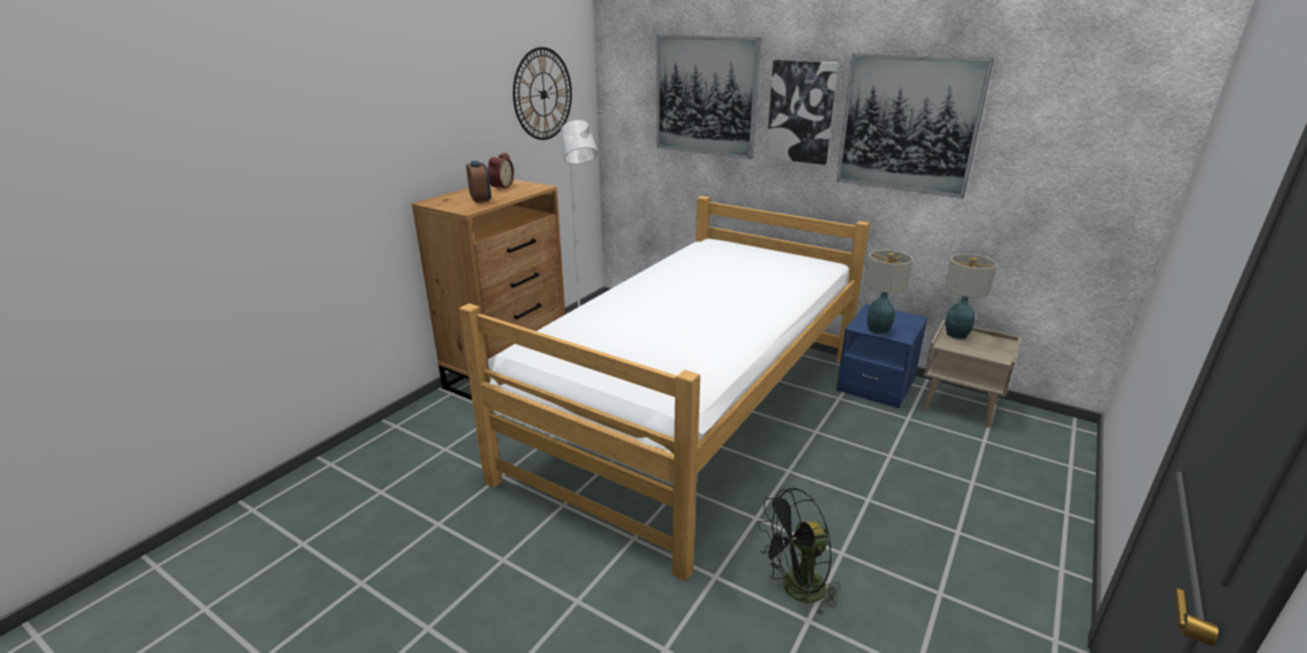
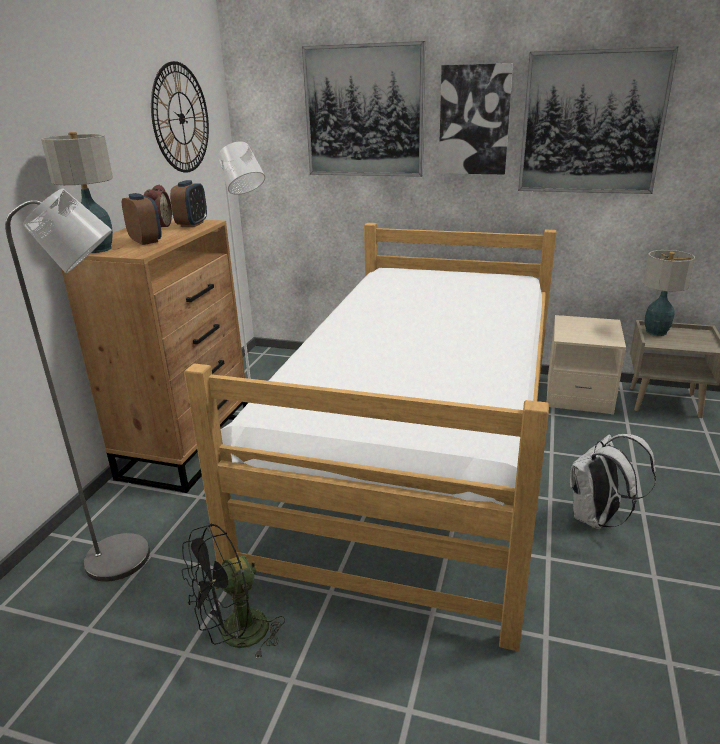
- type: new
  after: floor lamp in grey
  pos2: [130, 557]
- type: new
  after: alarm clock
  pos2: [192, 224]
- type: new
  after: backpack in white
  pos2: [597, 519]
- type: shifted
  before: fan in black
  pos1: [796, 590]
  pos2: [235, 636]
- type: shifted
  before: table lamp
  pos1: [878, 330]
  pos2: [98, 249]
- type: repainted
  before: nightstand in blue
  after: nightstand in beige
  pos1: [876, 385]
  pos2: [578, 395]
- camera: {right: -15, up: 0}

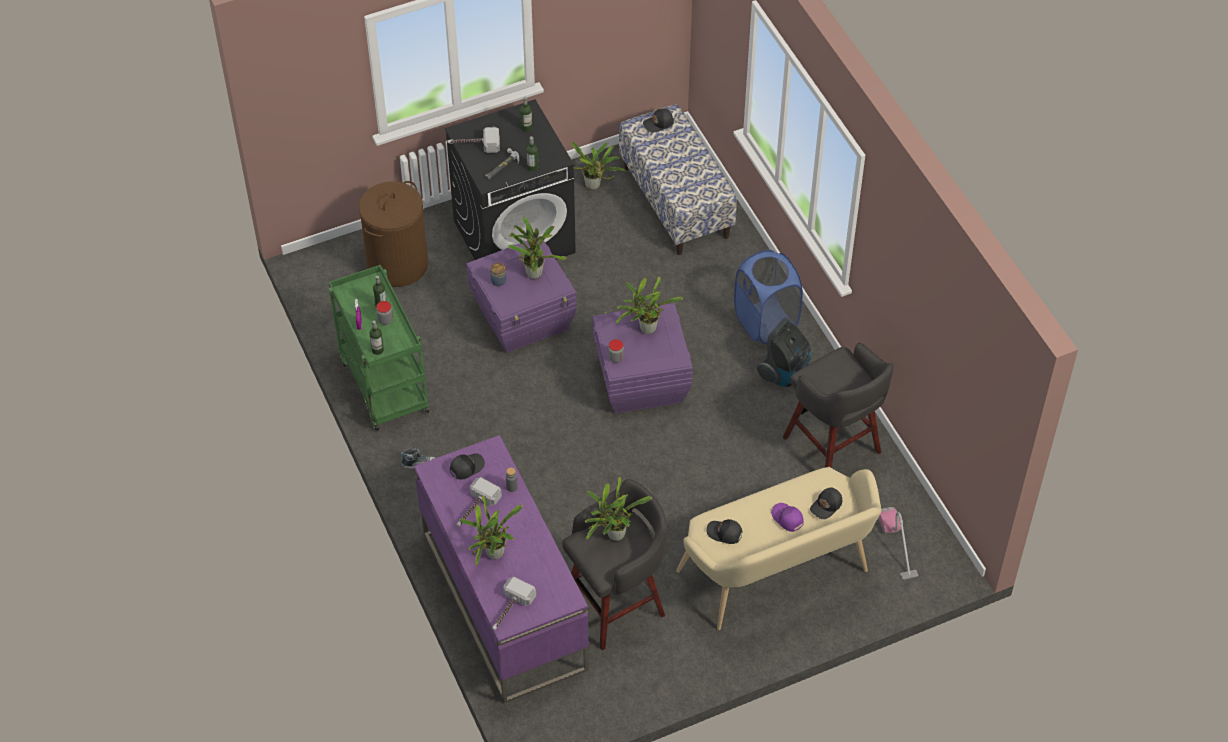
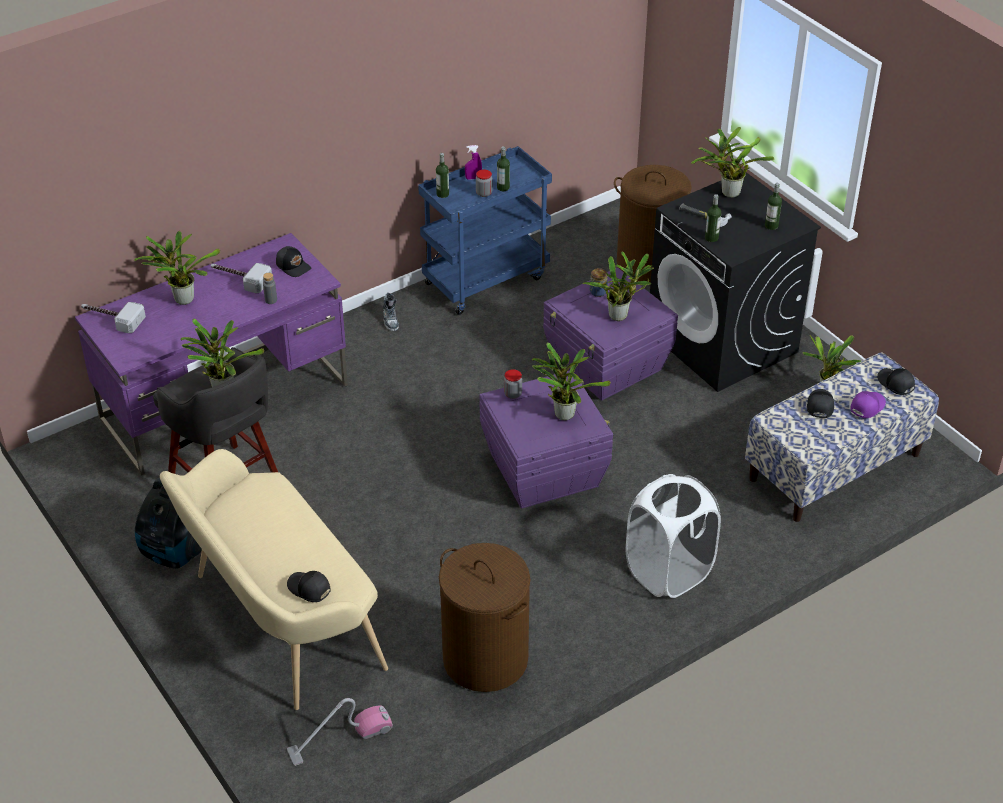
- type: shifted
  before: cap in black
  pos1: [724, 533]
  pos2: [819, 406]
- type: shifted
  before: vacuum cleaner
  pos1: [785, 372]
  pos2: [172, 553]
- type: shifted
  before: cap in purple
  pos1: [787, 519]
  pos2: [866, 406]
- type: swapped
  before: hammer
  after: potted plant
  pos1: [474, 145]
  pos2: [727, 193]
- type: swapped
  before: stool in grey
  after: laundry basket in brown
  pos1: [833, 447]
  pos2: [485, 659]
- type: repainted
  before: cart in green
  after: cart in blue
  pos1: [382, 385]
  pos2: [486, 279]
- type: repainted
  before: laundry basket in blue
  after: laundry basket in white
  pos1: [766, 322]
  pos2: [668, 572]
- camera: {right: 80, up: -10}

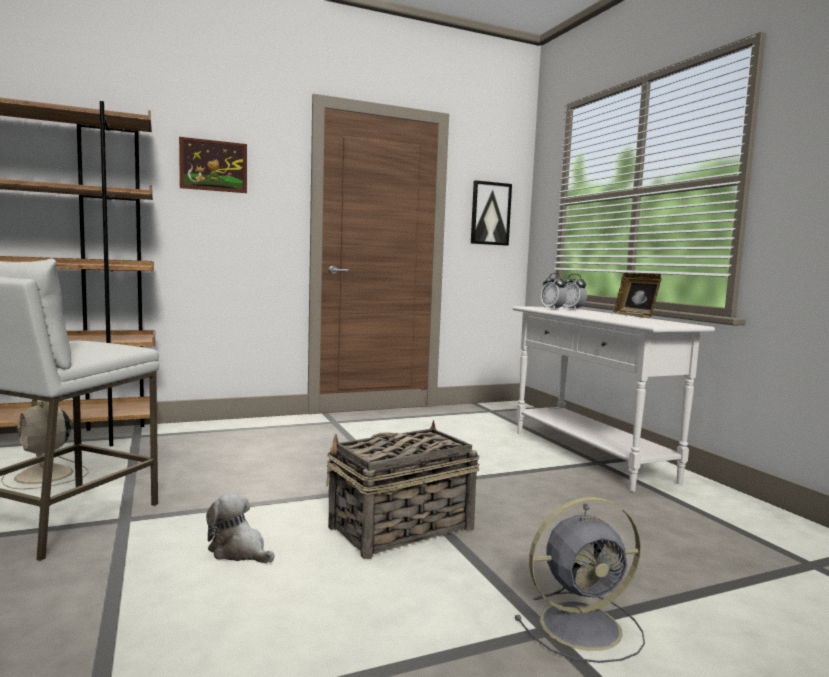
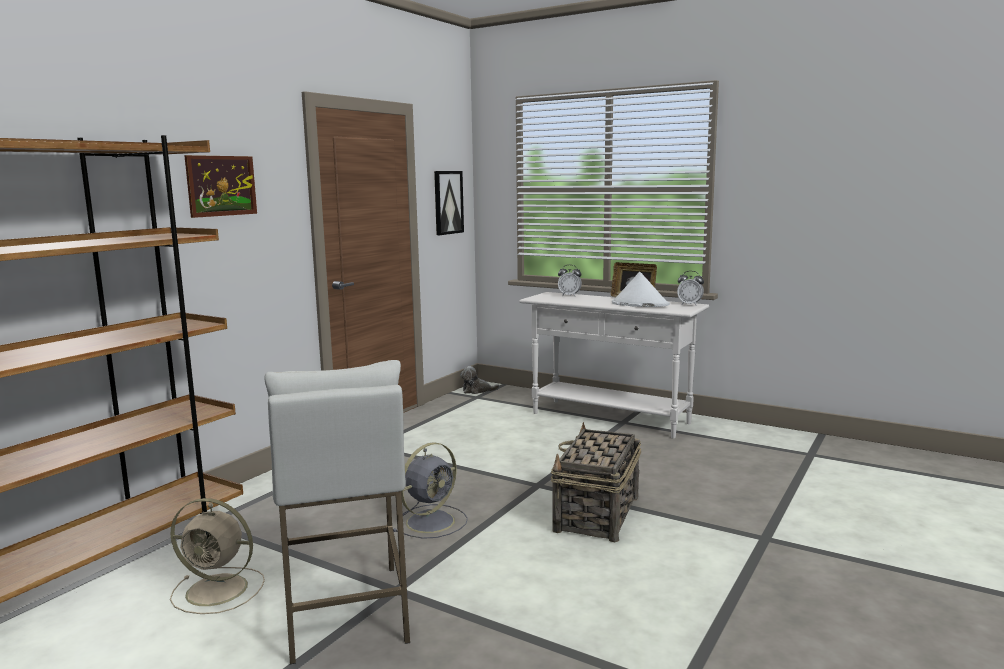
- type: new
  after: hat in white
  pos2: [639, 304]
- type: shifted
  before: plush toy
  pos1: [239, 551]
  pos2: [477, 391]
- type: shifted
  before: fan in grey
  pos1: [583, 625]
  pos2: [432, 521]
- type: shifted
  before: alarm clock
  pos1: [552, 309]
  pos2: [689, 304]
- camera: {right: -35, up: 5}

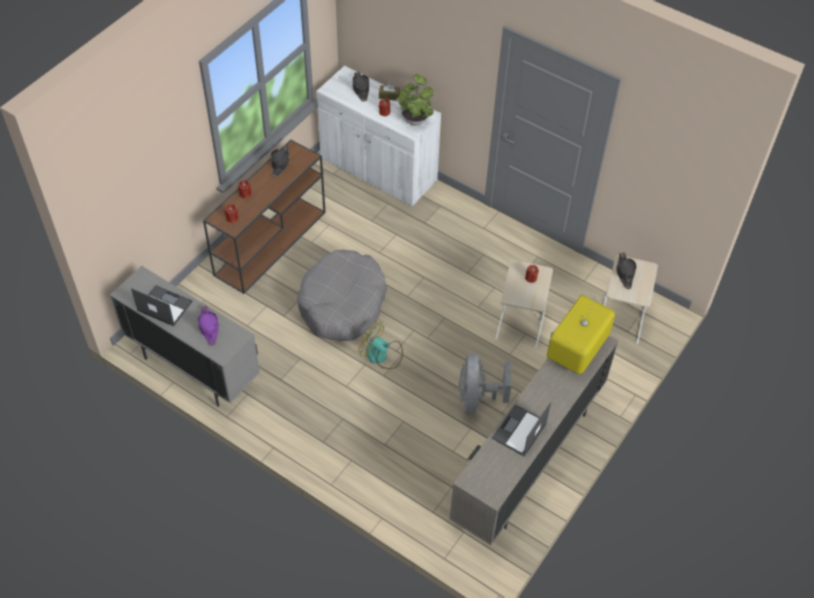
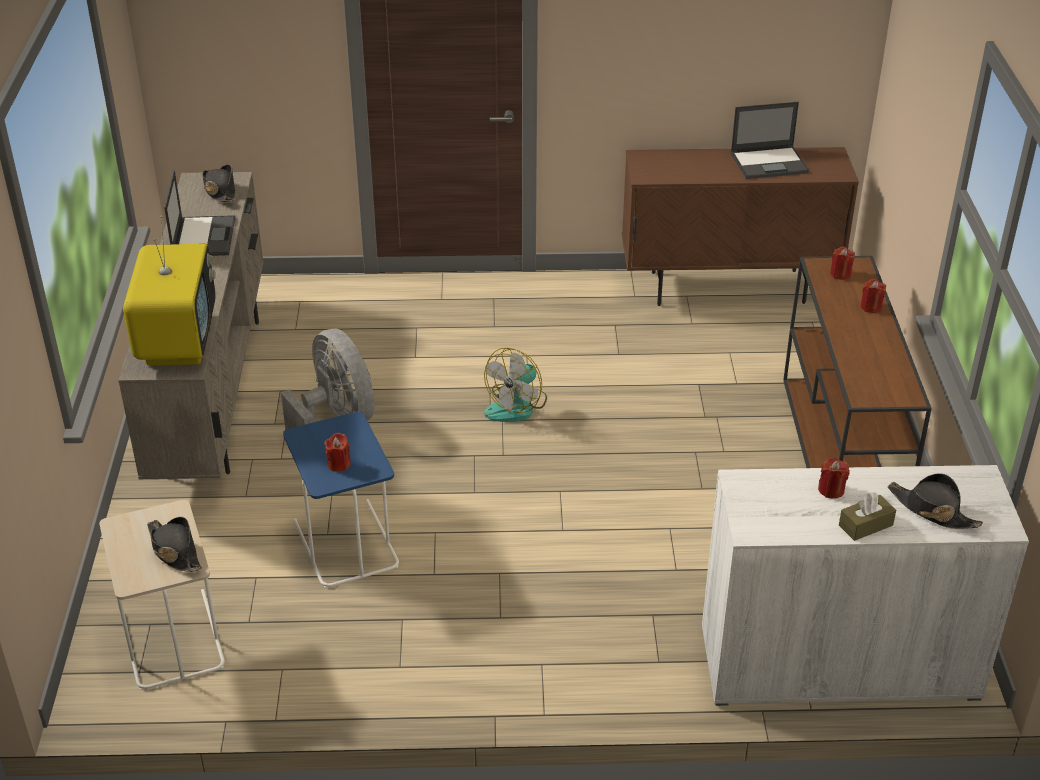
- type: gone
  before: hat in purple
  pos1: [209, 327]
- type: gone
  before: dog bed in grey
  pos1: [342, 304]
- type: gone
  before: potted plant
  pos1: [415, 119]
- type: shifted
  before: hat in black
  pos1: [280, 163]
  pos2: [220, 190]
- type: repainted
  before: cabinet in grey
  after: cabinet in brown
  pos1: [194, 369]
  pos2: [728, 288]
- type: repainted
  before: side table in beige
  after: side table in blue
  pos1: [521, 324]
  pos2: [344, 543]
- type: rotated
  before: fan
  pos1: [381, 355]
  pos2: [517, 406]
  turn: 135
- camera: {right: 145, up: -15}

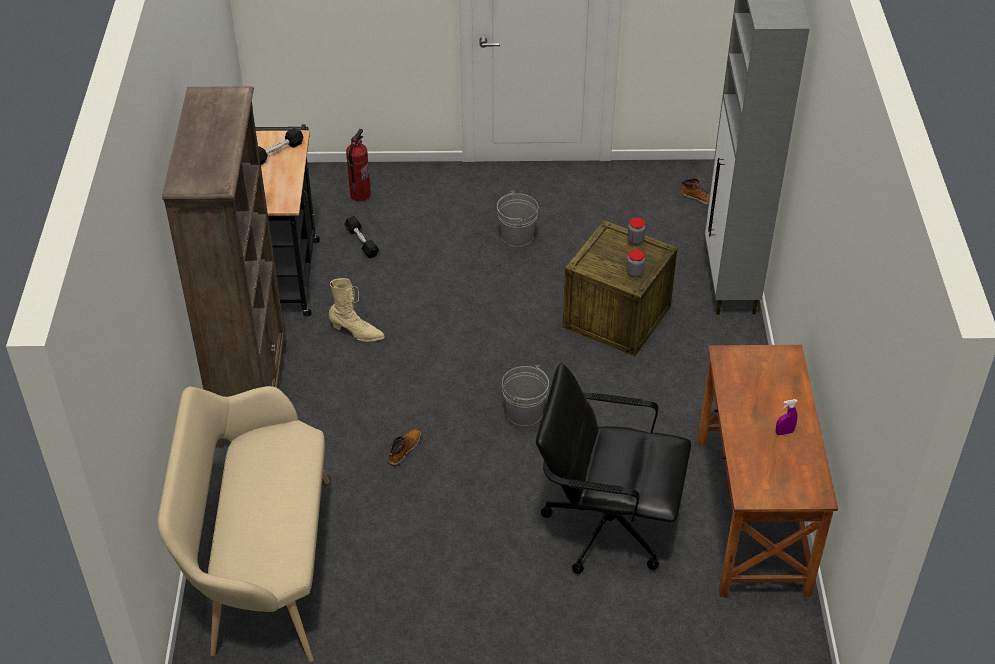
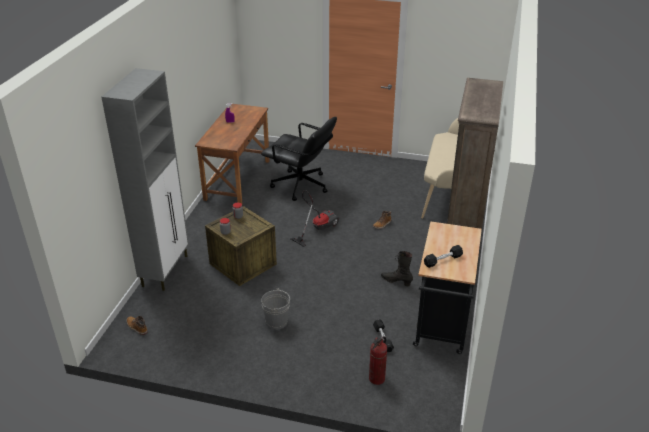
- type: swapped
  before: bucket in grey
  after: vacuum cleaner
  pos1: [524, 415]
  pos2: [317, 228]
- type: repainted
  before: boot in beige
  after: boot in black
  pos1: [357, 333]
  pos2: [396, 281]
- camera: {right: -165, up: -10}

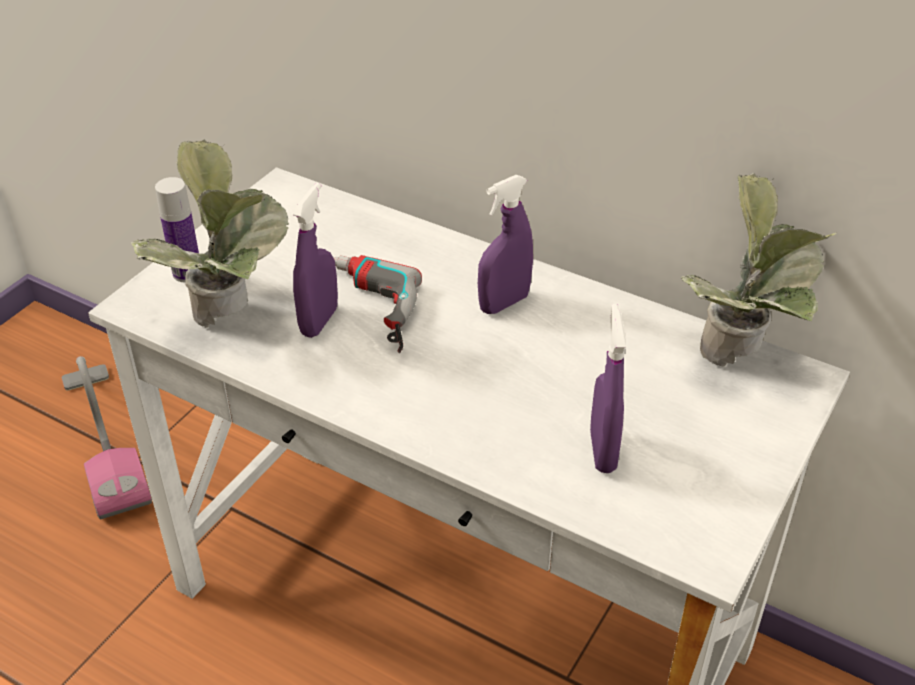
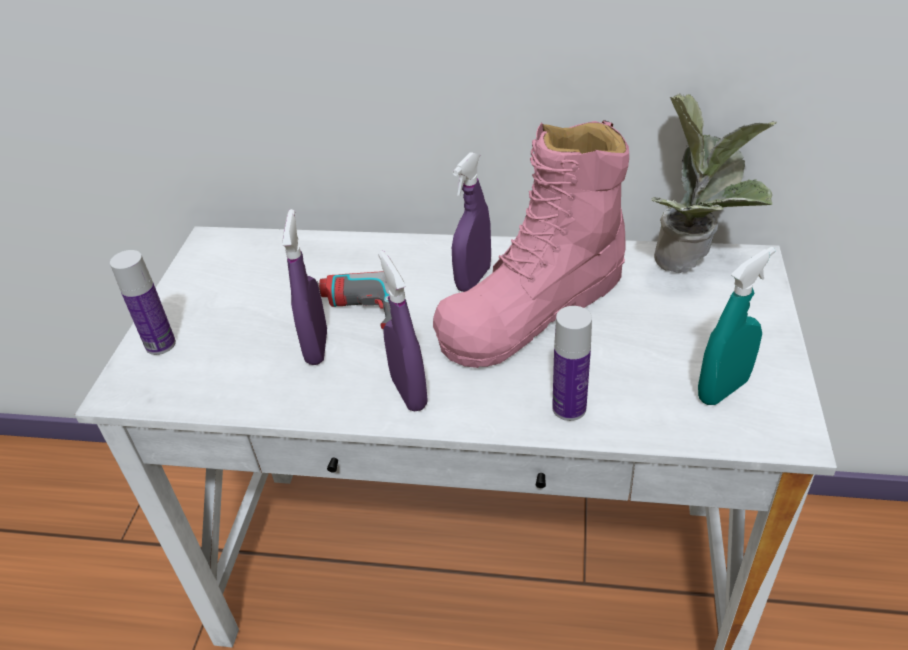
- type: gone
  before: vacuum cleaner
  pos1: [105, 441]
- type: gone
  before: potted plant
  pos1: [231, 320]
- type: new
  after: boot in pink
  pos2: [534, 308]
- type: new
  after: bottle
  pos2: [569, 408]
- type: new
  after: spray bottle in turquoise
  pos2: [722, 389]
- type: shifted
  before: spray bottle in purple
  pos1: [602, 451]
  pos2: [409, 392]
- camera: {right: -20, up: 0}

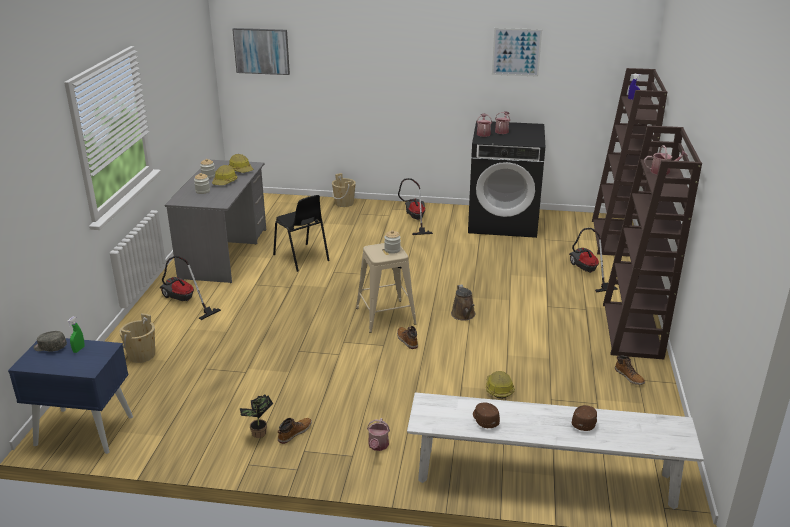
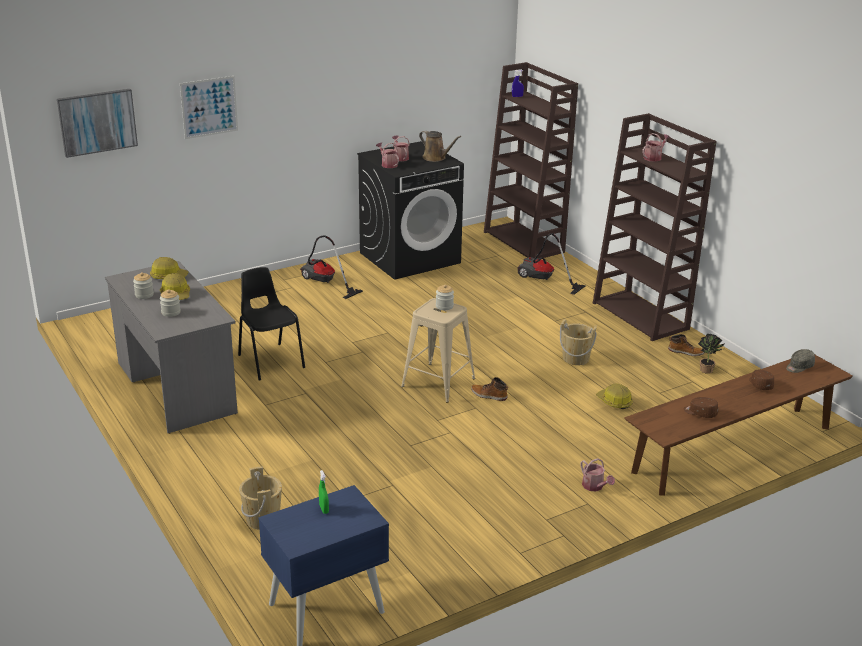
- type: gone
  before: vacuum cleaner
  pos1: [183, 301]
- type: gone
  before: boot
  pos1: [294, 433]
- type: shifted
  before: cap in grey
  pos1: [50, 347]
  pos2: [799, 367]
- type: shifted
  before: potted plant
  pos1: [258, 434]
  pos2: [708, 371]
- type: shifted
  before: bucket in beige
  pos1: [344, 203]
  pos2: [575, 358]
- type: shifted
  before: watering can in brown
  pos1: [464, 315]
  pos2: [436, 158]
- type: shifted
  before: picture
  pos1: [516, 52]
  pos2: [209, 107]
- type: repainted
  before: bench in white
  after: bench in brown
  pos1: [544, 478]
  pos2: [733, 449]
- type: rotated
  before: chair in black
  pos1: [301, 258]
  pos2: [270, 361]
  turn: -135
- camera: {right: -40, up: 0}

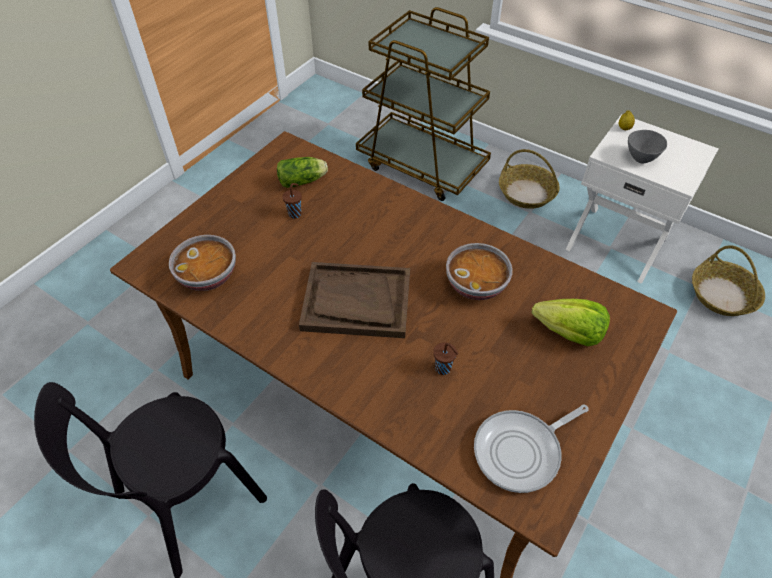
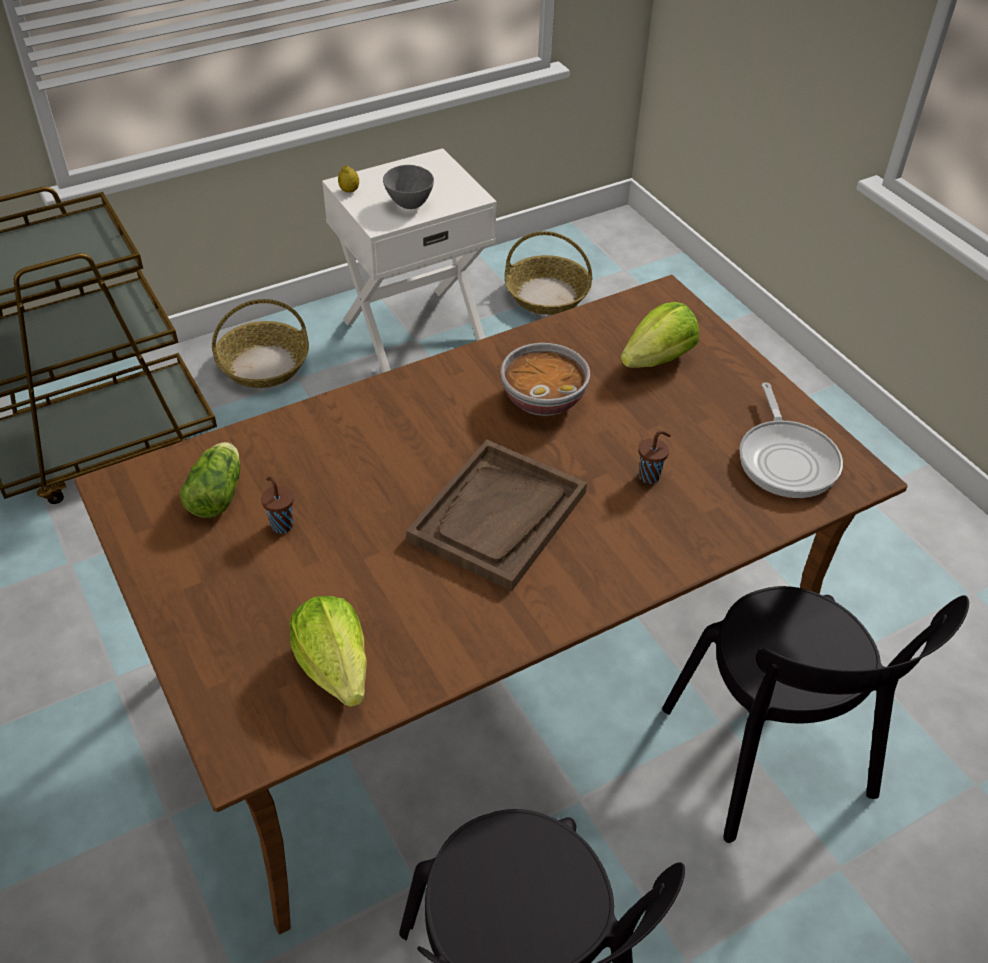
- type: swapped
  before: bowl
  after: lettuce
  pos1: [208, 276]
  pos2: [335, 668]
- camera: {right: -65, up: -5}

